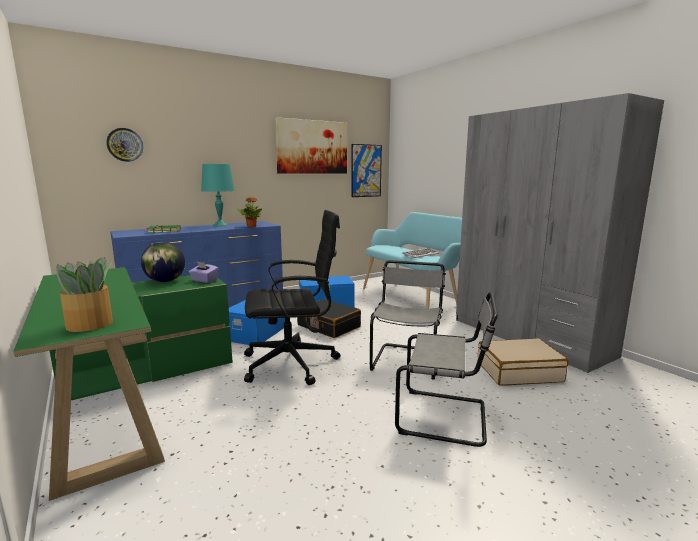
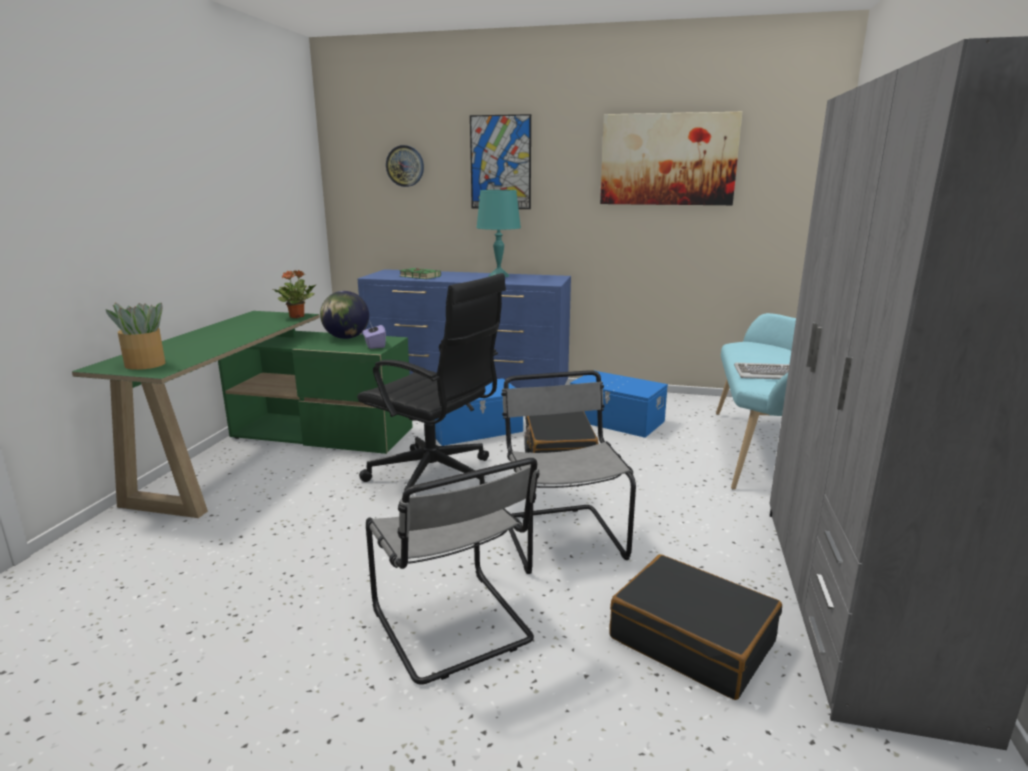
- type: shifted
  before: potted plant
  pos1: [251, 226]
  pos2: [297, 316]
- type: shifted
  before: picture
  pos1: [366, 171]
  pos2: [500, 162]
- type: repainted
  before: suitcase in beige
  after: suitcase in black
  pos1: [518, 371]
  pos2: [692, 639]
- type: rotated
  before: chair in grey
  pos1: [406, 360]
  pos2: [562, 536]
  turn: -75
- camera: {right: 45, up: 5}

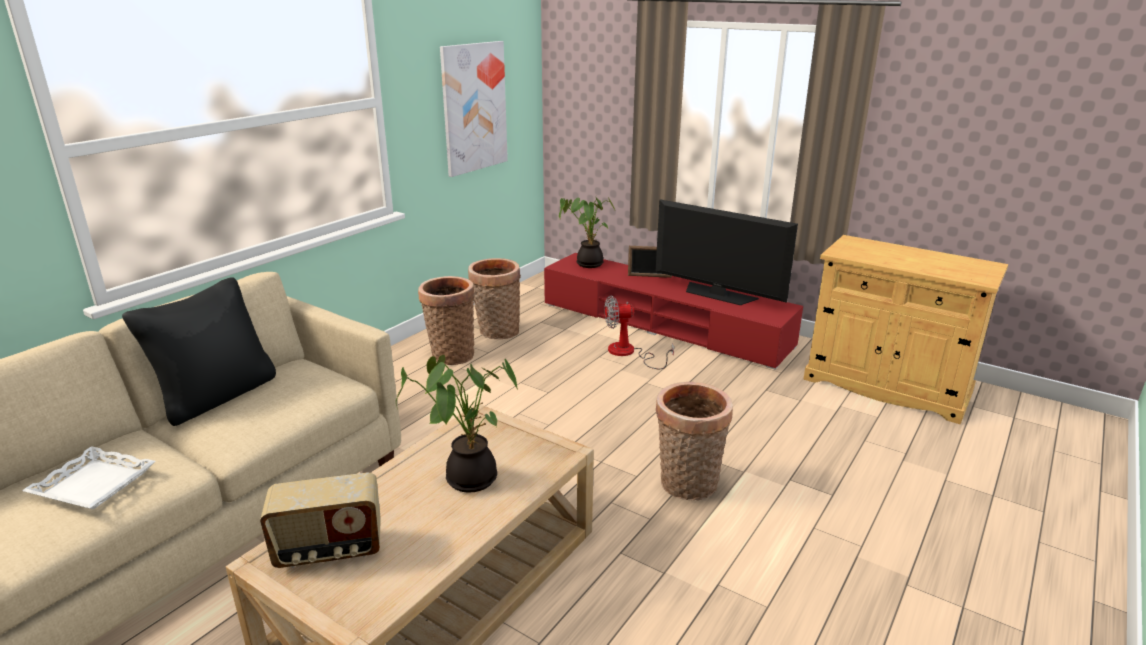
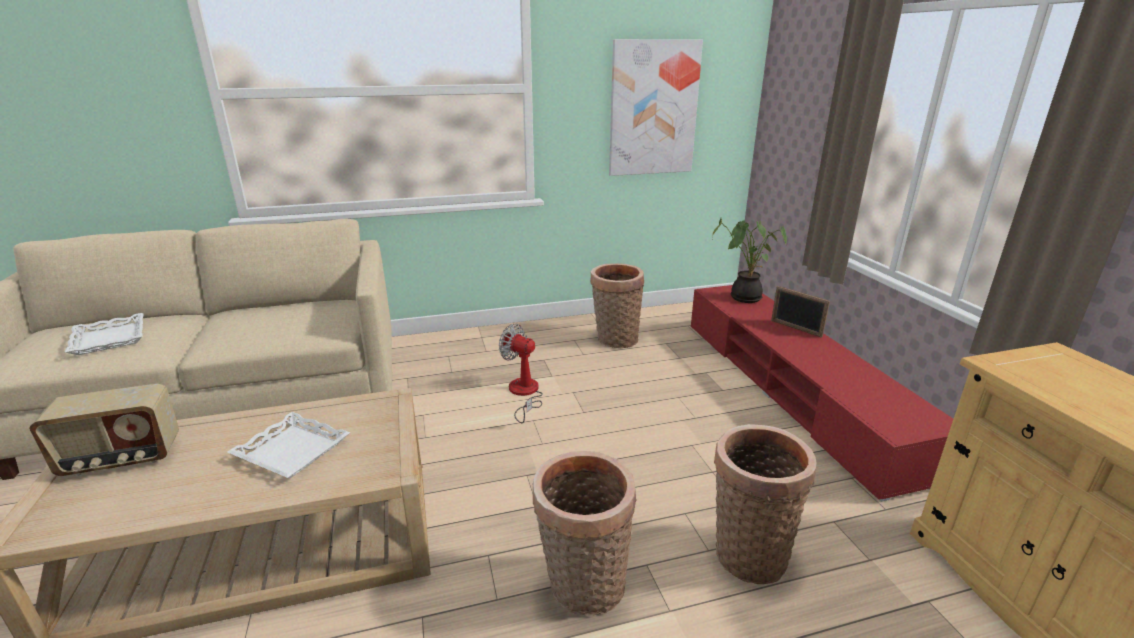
- type: gone
  before: pillow in black
  pos1: [217, 396]
- type: gone
  before: television
  pos1: [718, 294]
- type: shifted
  before: basket
  pos1: [450, 354]
  pos2: [748, 551]
- type: shifted
  before: fan
  pos1: [629, 353]
  pos2: [524, 394]
- type: swapped
  before: potted plant
  after: tray in white
  pos1: [468, 477]
  pos2: [291, 451]
- type: rotated
  before: radio
  pos1: [329, 550]
  pos2: [121, 459]
  turn: -45
- camera: {right: 40, up: 0}

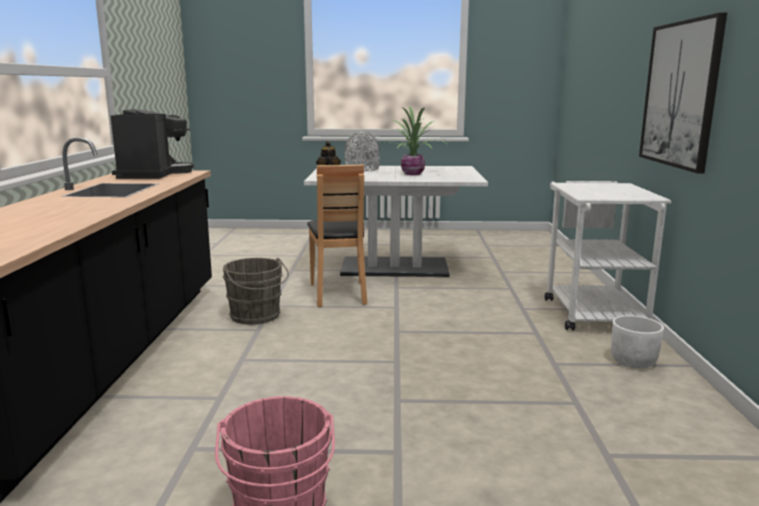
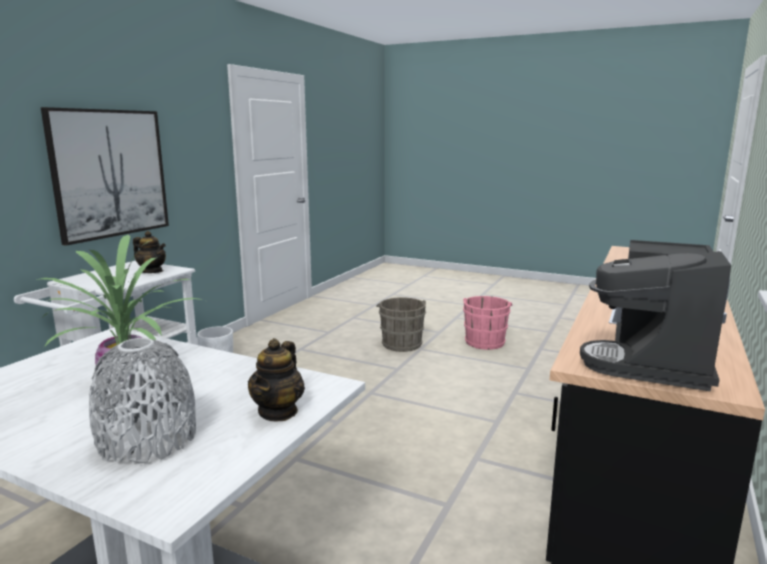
- type: gone
  before: chair in brown
  pos1: [339, 293]
- type: new
  after: teapot
  pos2: [152, 271]
- type: shifted
  before: bucket in grey
  pos1: [256, 316]
  pos2: [401, 343]
- camera: {right: -155, up: 0}

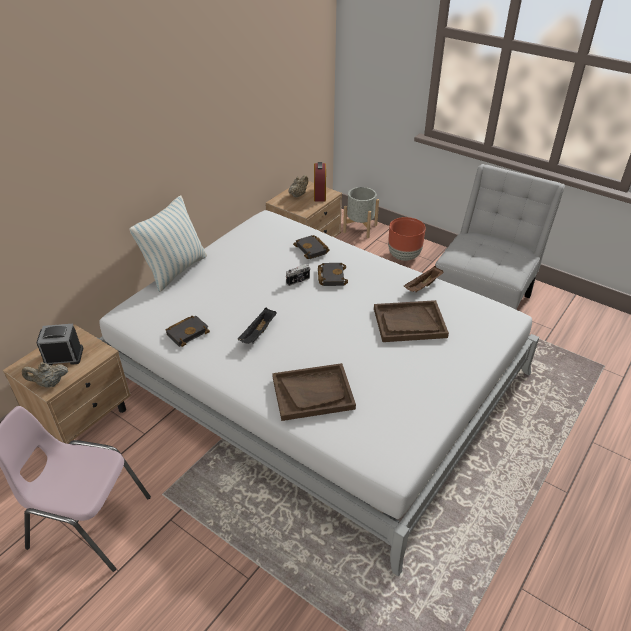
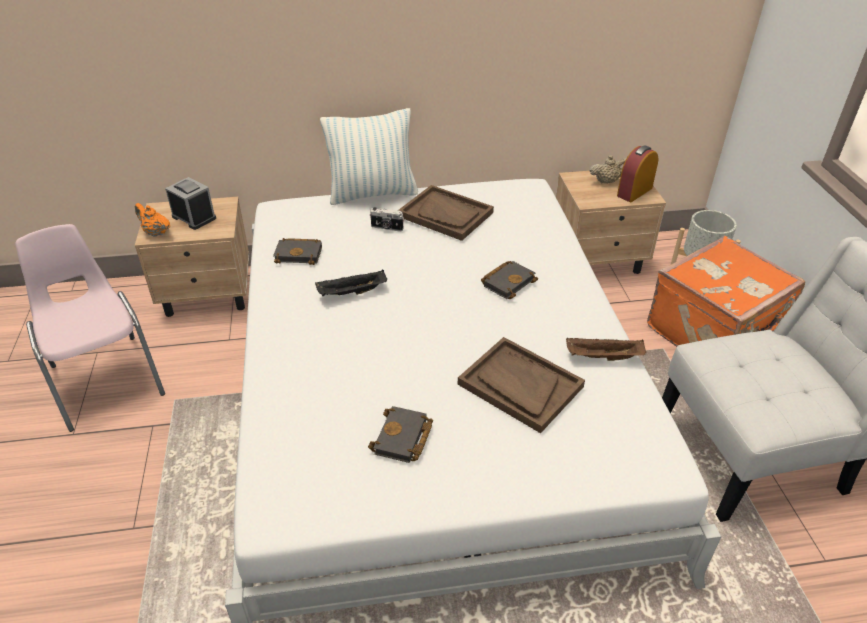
- type: shifted
  before: tray in brown
  pos1: [313, 393]
  pos2: [446, 214]
- type: shifted
  before: photo camera
  pos1: [298, 281]
  pos2: [387, 228]
- type: shifted
  before: book in black
  pos1: [312, 249]
  pos2: [403, 439]
- type: swapped
  before: planter in brown
  after: suitcase in orange
  pos1: [403, 256]
  pos2: [715, 332]
- type: repainted
  before: teapot in beige
  after: teapot in orange
  pos1: [49, 383]
  pos2: [155, 232]
- camera: {right: 45, up: 0}

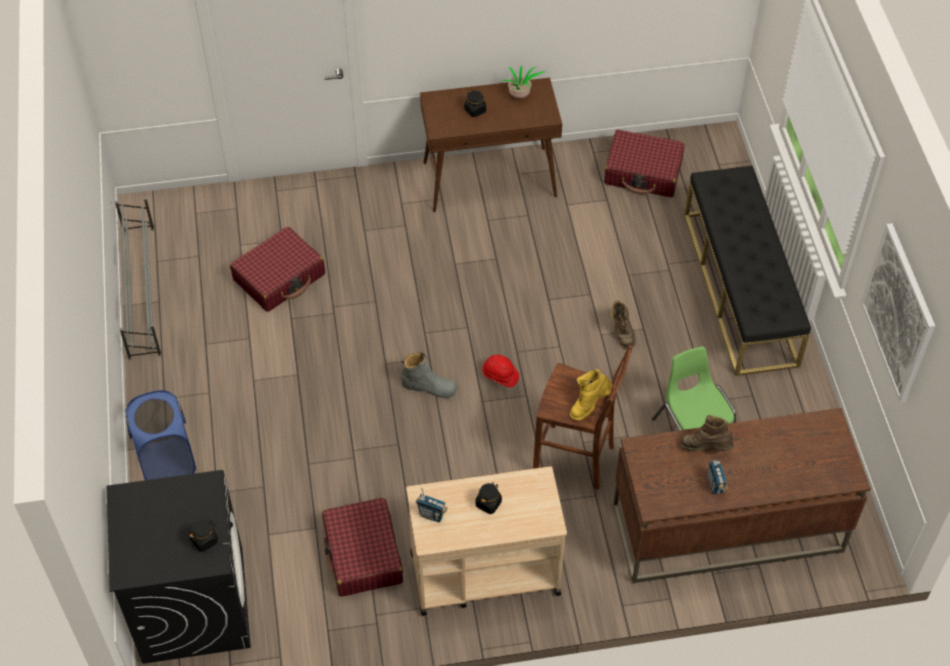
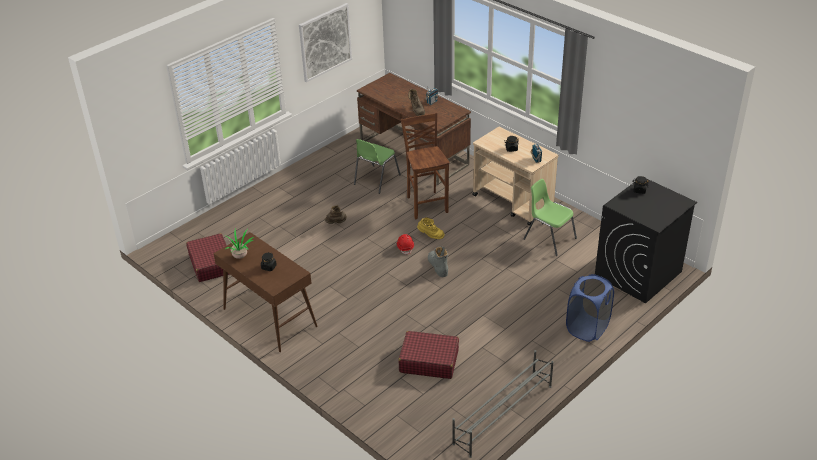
- type: gone
  before: bench in black
  pos1: [740, 288]
- type: shifted
  before: boot in yellow
  pos1: [589, 405]
  pos2: [430, 236]
- type: swapped
  before: suitcase in red
  after: chair in green
  pos1: [363, 554]
  pos2: [549, 238]
- camera: {right: -125, up: -15}

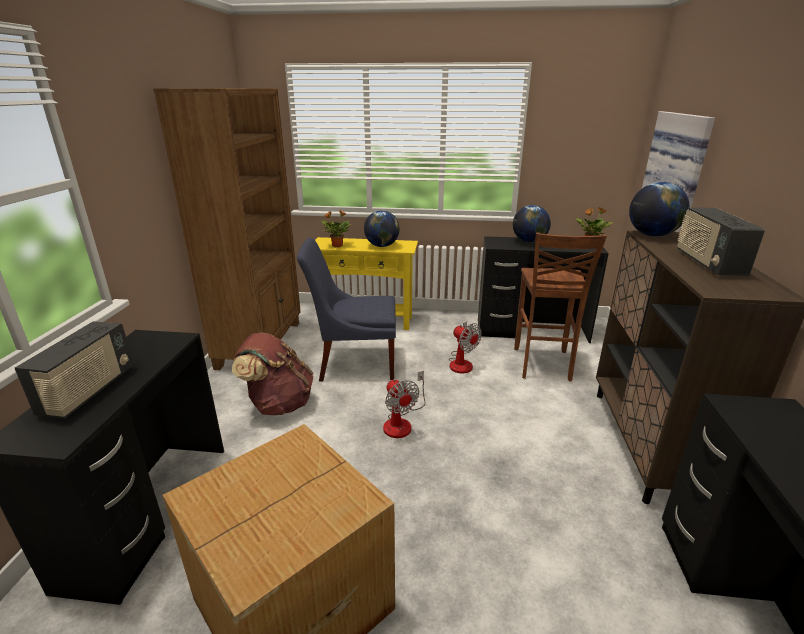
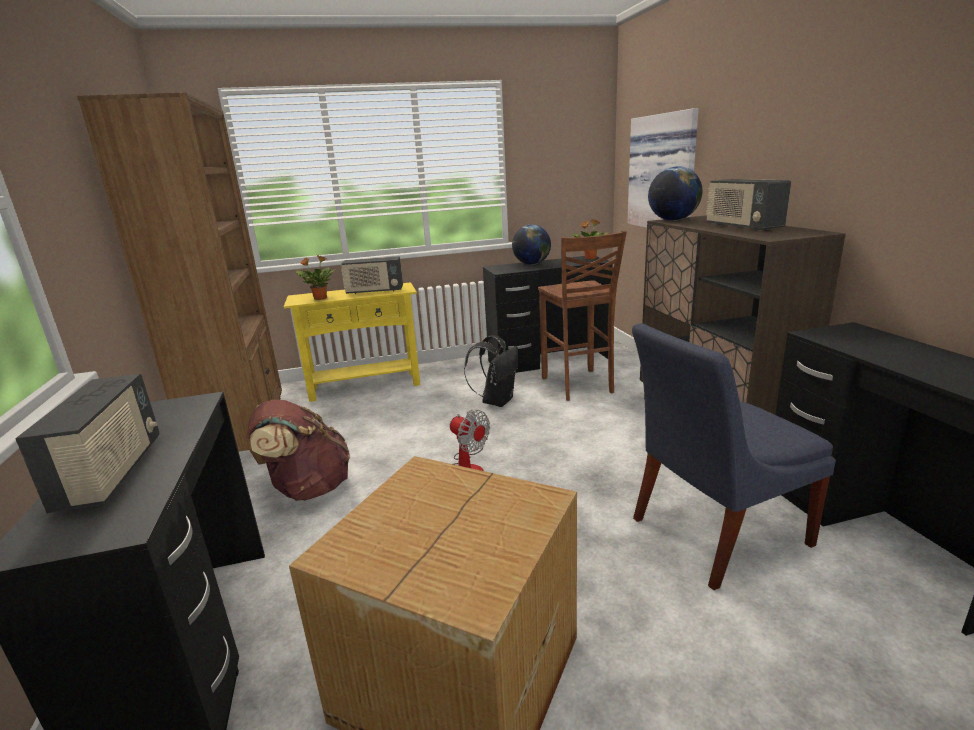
- type: shifted
  before: chair in blue
  pos1: [353, 363]
  pos2: [712, 533]
- type: swapped
  before: globe
  after: radio
  pos1: [382, 246]
  pos2: [374, 291]
- type: swapped
  before: fan
  after: backpack in black
  pos1: [462, 362]
  pos2: [497, 401]
- camera: {right: -20, up: -5}

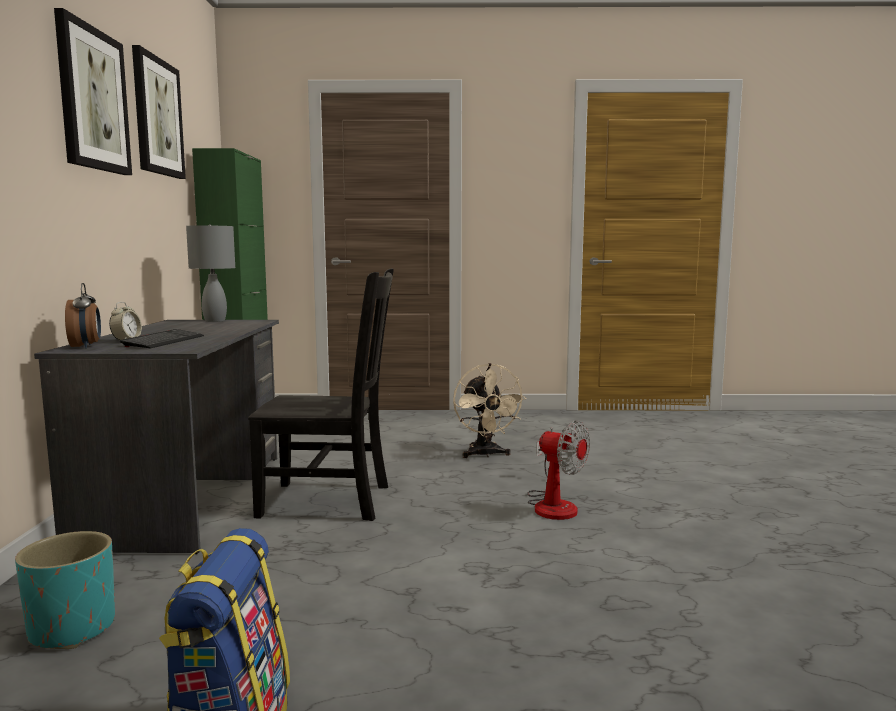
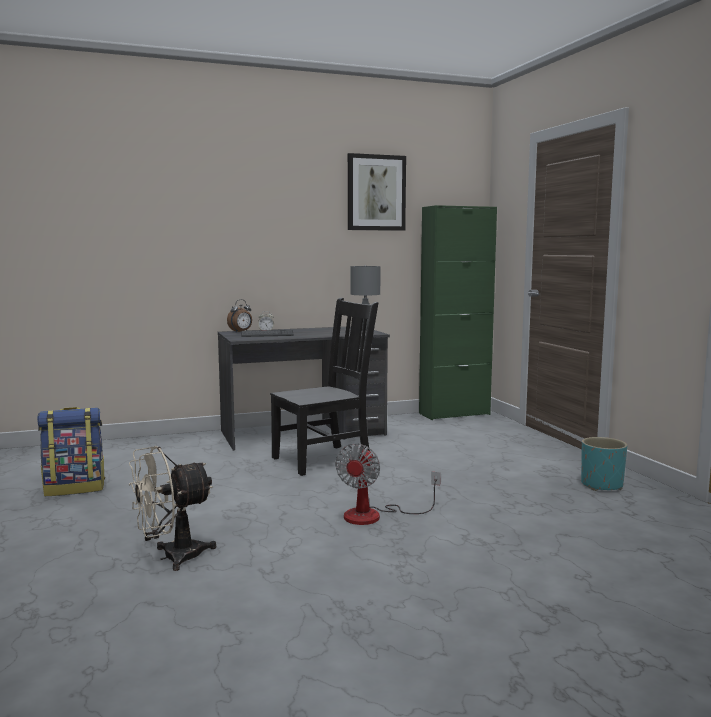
- type: gone
  before: picture
  pos1: [92, 99]
- type: shifted
  before: planter in turquoise
  pos1: [72, 629]
  pos2: [601, 485]
- type: shifted
  before: fan in beige
  pos1: [485, 455]
  pos2: [172, 557]
- type: rotated
  before: chair in black
  pos1: [330, 501]
  pos2: [324, 459]
  turn: -105
- camera: {right: 70, up: 0}

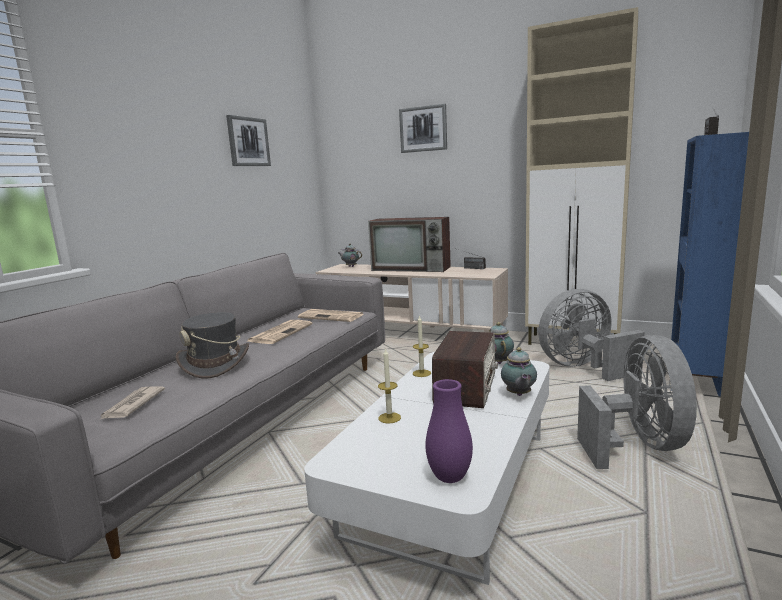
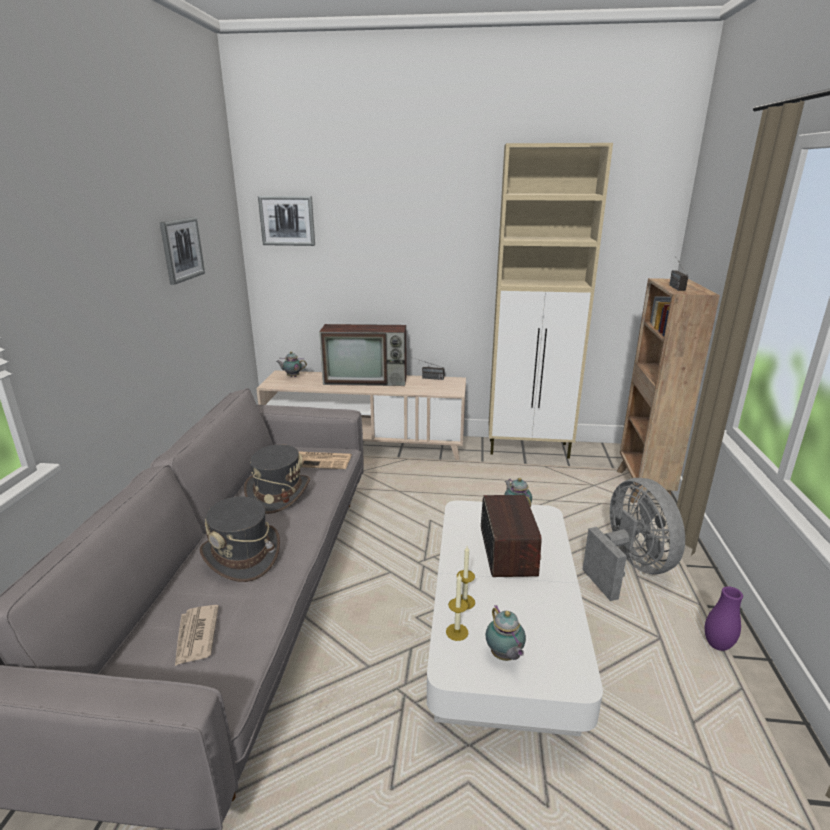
- type: gone
  before: fan in grey
  pos1: [583, 368]
- type: shifted
  before: picture
  pos1: [423, 129]
  pos2: [287, 220]
- type: shifted
  before: candle
  pos1: [421, 373]
  pos2: [457, 632]
- type: shifted
  before: vase in purple
  pos1: [449, 477]
  pos2: [717, 645]
- type: shifted
  before: teapot
  pos1: [518, 395]
  pos2: [504, 656]
- type: swapped
  before: newspaper
  after: hat in grey
  pos1: [280, 332]
  pos2: [278, 493]
- type: repainted
  before: bookcase in blue
  after: bookcase in brown
  pos1: [695, 381]
  pos2: [643, 488]
- camera: {right: -20, up: 10}

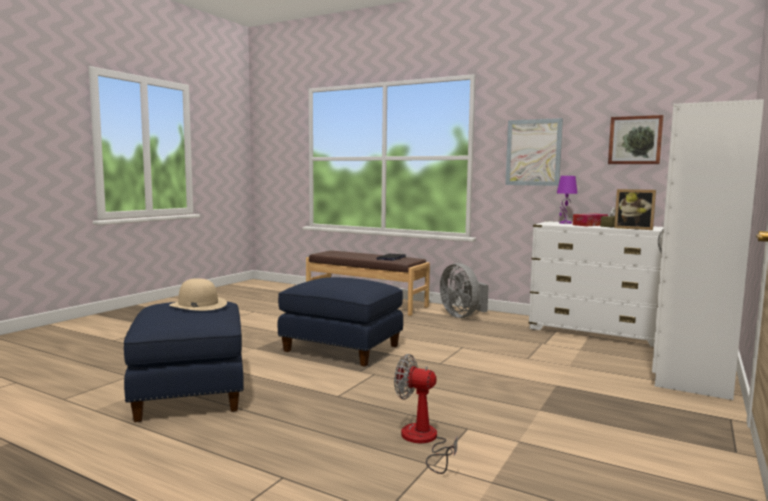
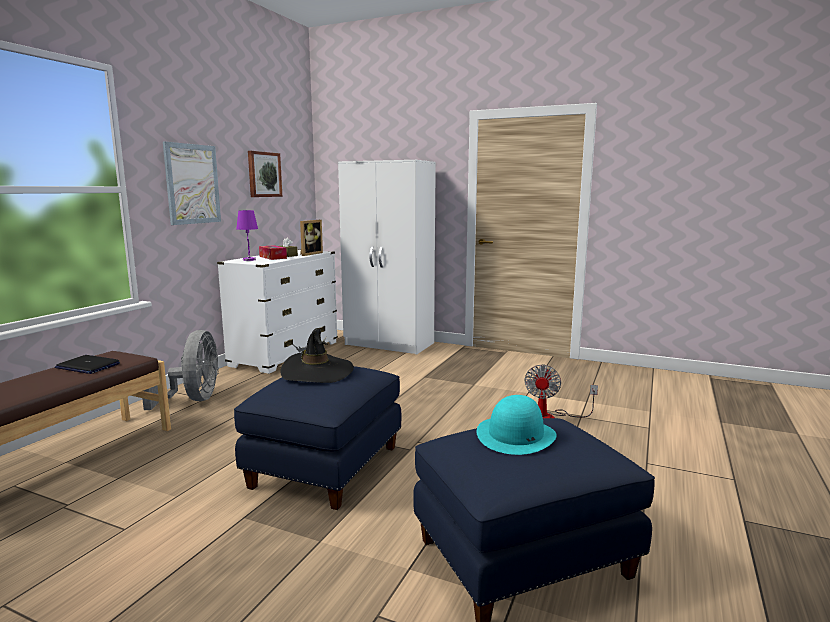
- type: new
  after: hat in black
  pos2: [317, 372]
- type: repainted
  before: hat in beige
  after: hat in turquoise
  pos1: [198, 305]
  pos2: [516, 435]
- type: rotated
  before: fan in grey
  pos1: [462, 316]
  pos2: [193, 400]
  turn: -60
- camera: {right: -95, up: 5}

